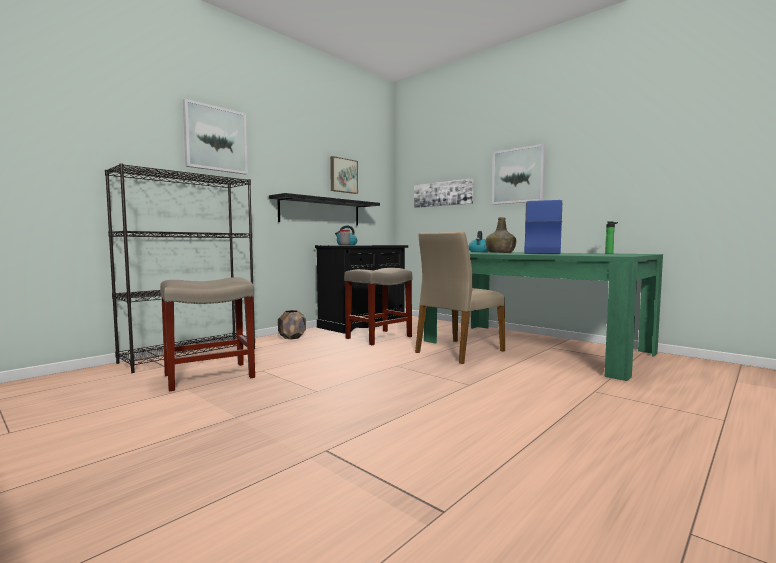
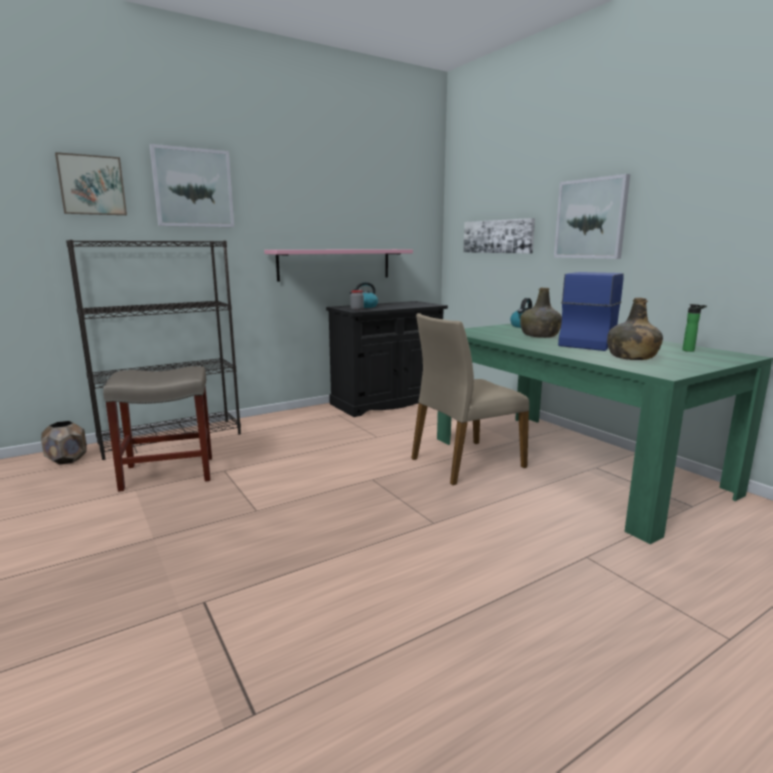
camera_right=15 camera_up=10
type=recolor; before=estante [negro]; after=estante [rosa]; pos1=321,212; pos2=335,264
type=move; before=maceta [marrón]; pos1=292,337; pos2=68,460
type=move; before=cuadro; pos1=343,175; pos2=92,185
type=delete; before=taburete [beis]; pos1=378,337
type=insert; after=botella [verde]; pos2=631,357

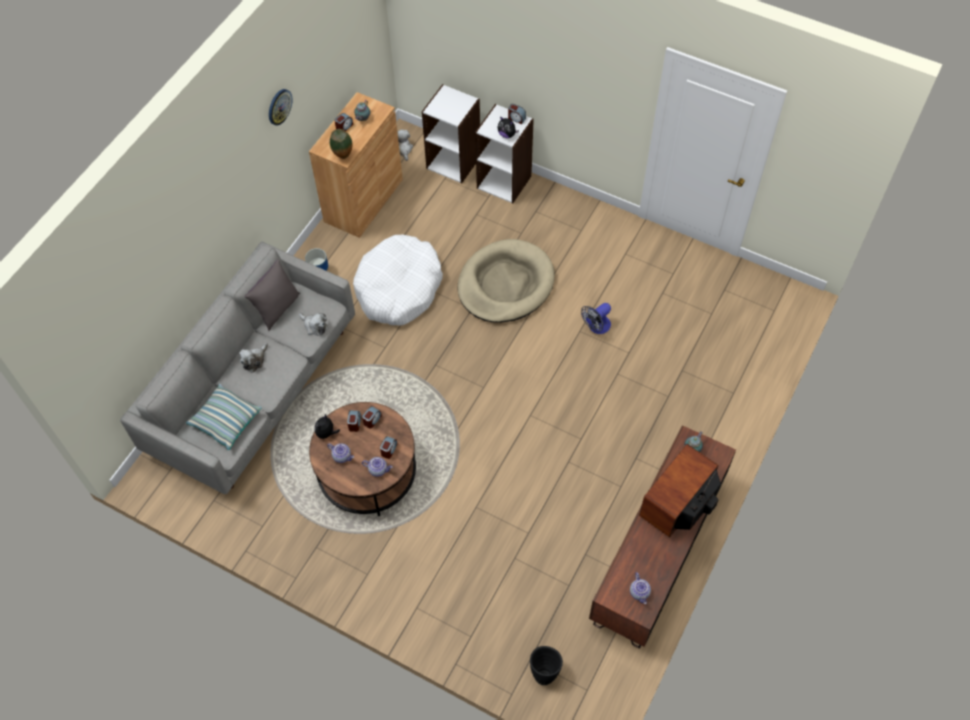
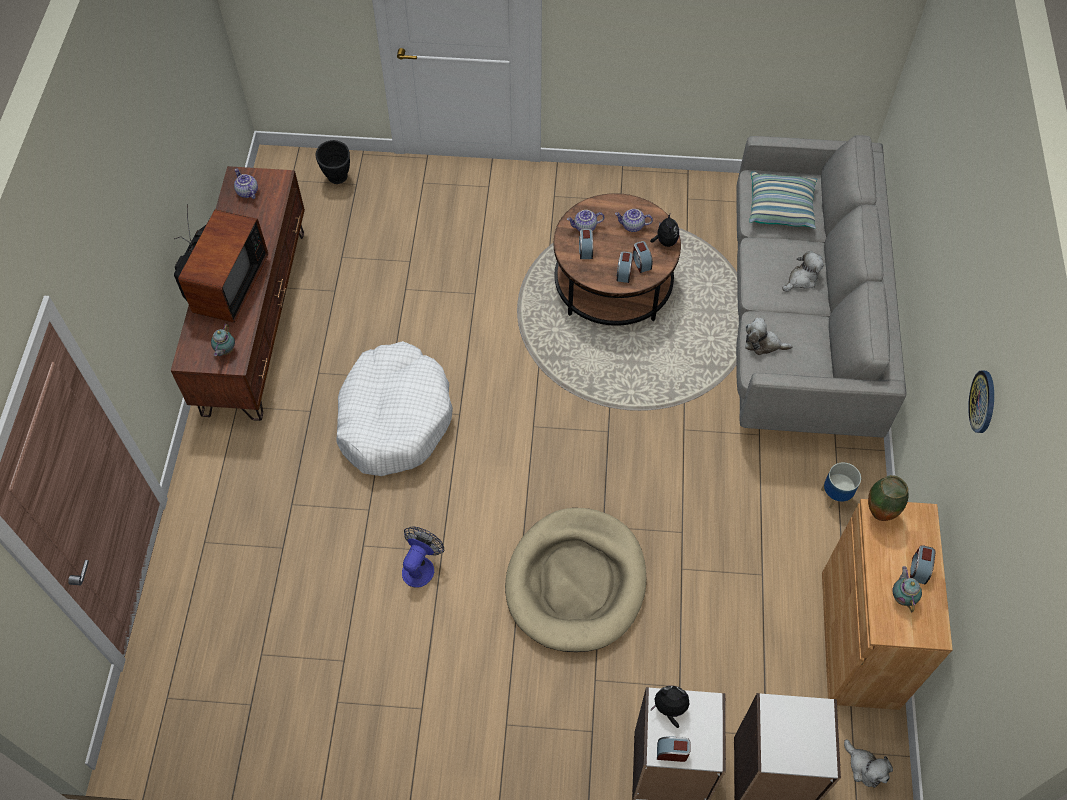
camera_right=155 camera_up=0
type=rotate; before=peluche; pos1=254,360; pos2=801,279; turn=45
type=delete; before=cojín [gris]; pos1=277,309
type=move; before=cama para perro [blanco]; pos1=398,288; pos2=394,418

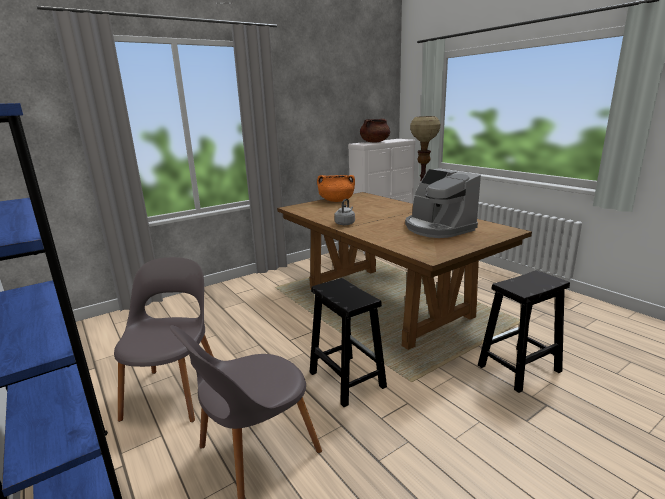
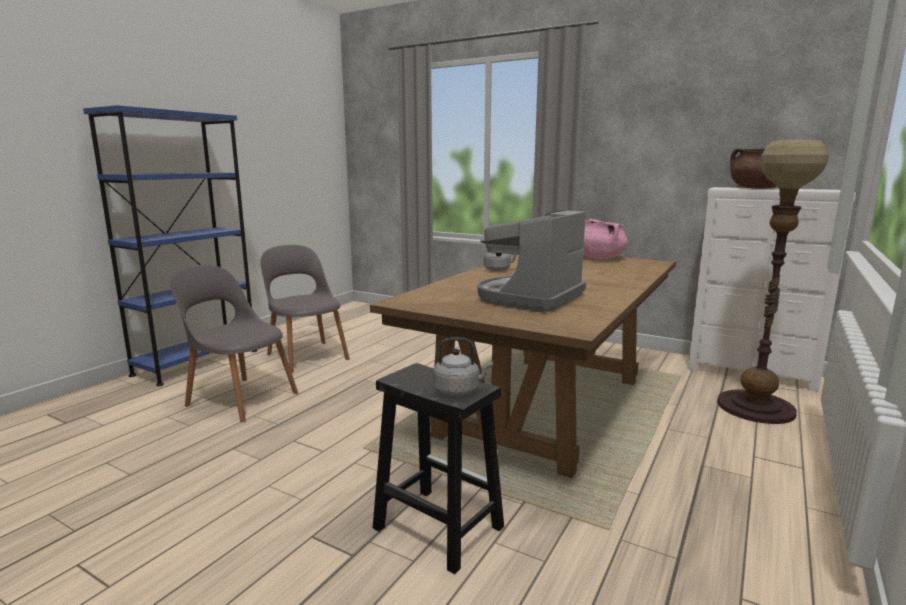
camera_right=65 camera_up=-5
type=rotate; before=silla [gris]; pos1=174,391; pos2=306,355; turn=-105
type=delete; before=taburete [negro]; pos1=346,379
type=recolor; before=olla [naranja]; after=olla [rosa]; pos1=336,201; pos2=599,258
type=insert; after=hervidor [gris]; pos2=459,390

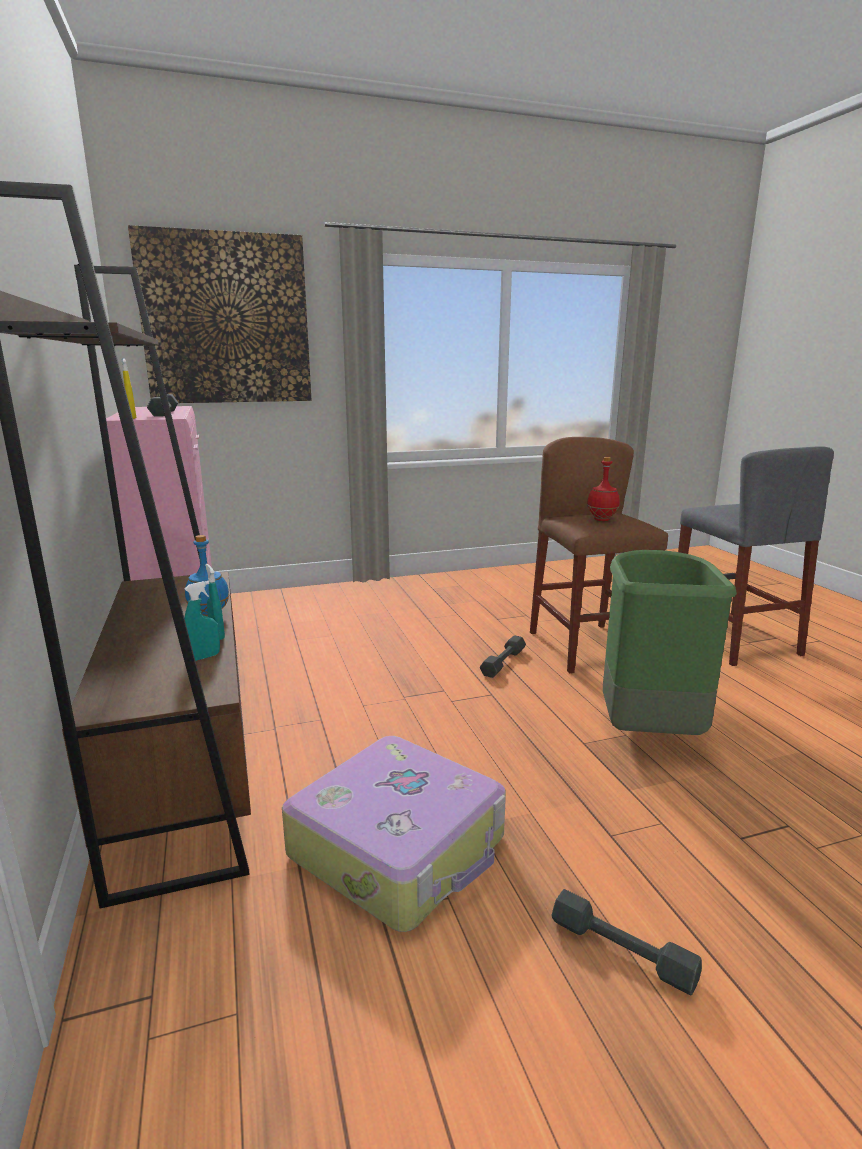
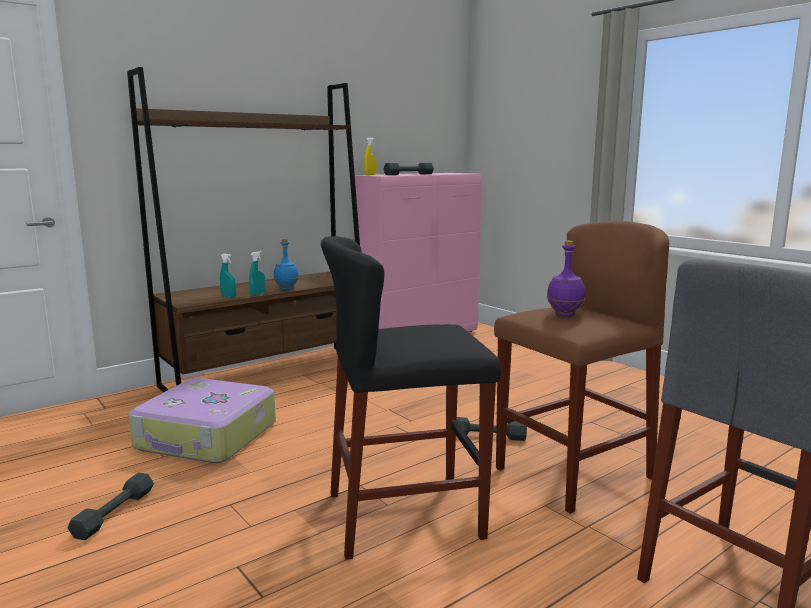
camera_right=70 camera_up=-5
type=delete; before=cuadro; pos1=226,319
type=recolor; before=botella [rojo]; after=botella [morado]; pos1=601,520; pos2=565,315
type=replace; before=papelera [verde]; after=taburete [negro]; pos1=646,729; pos2=404,515

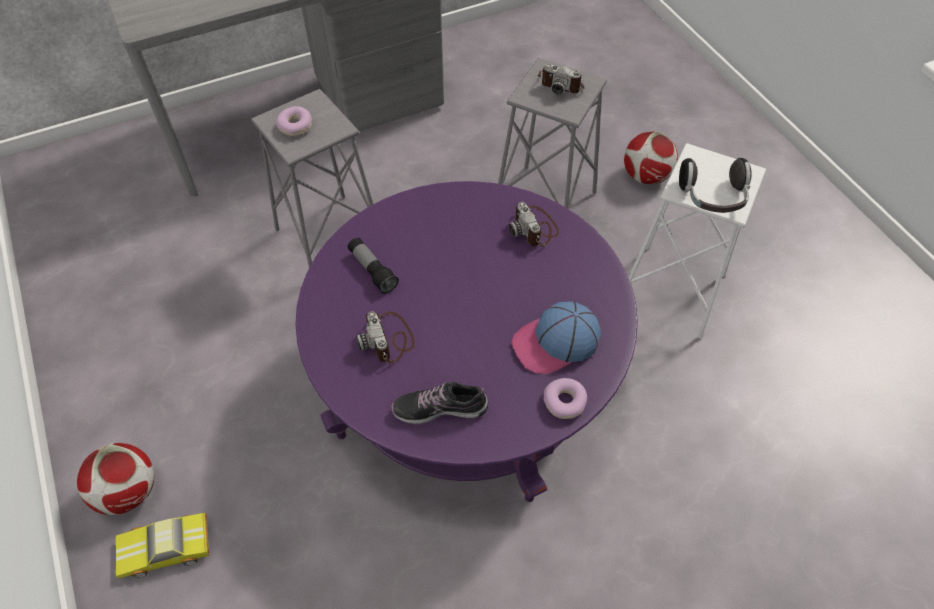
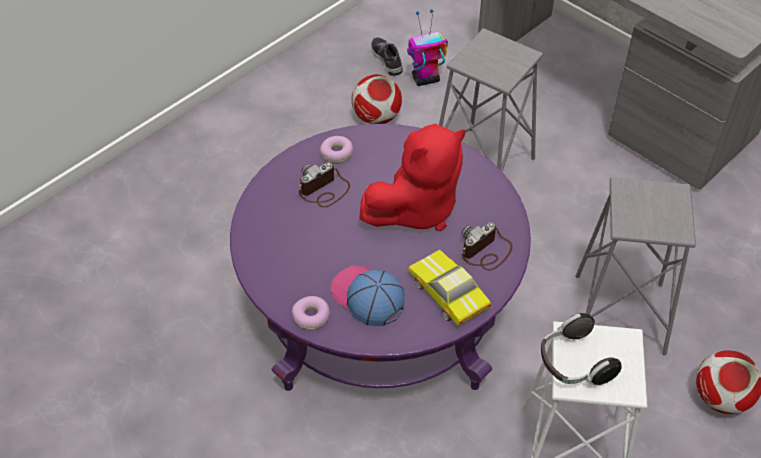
camera_right=70 camera_up=-5
type=move; before=balón de fútbol; pos1=129,491; pos2=376,118
type=move; before=coche de juguete; pos1=167,549; pos2=447,294
type=move; before=rosquilla; pos1=295,126; pos2=337,153
type=delete; before=linterna; pos1=372,270
type=move; before=zapato; pos1=440,408; pos2=387,60
type=delete; before=cámara; pos1=561,83
type=insert; after=peluche [rojo]; pos2=416,208
type=insert; after=robot de juguete; pos2=425,79

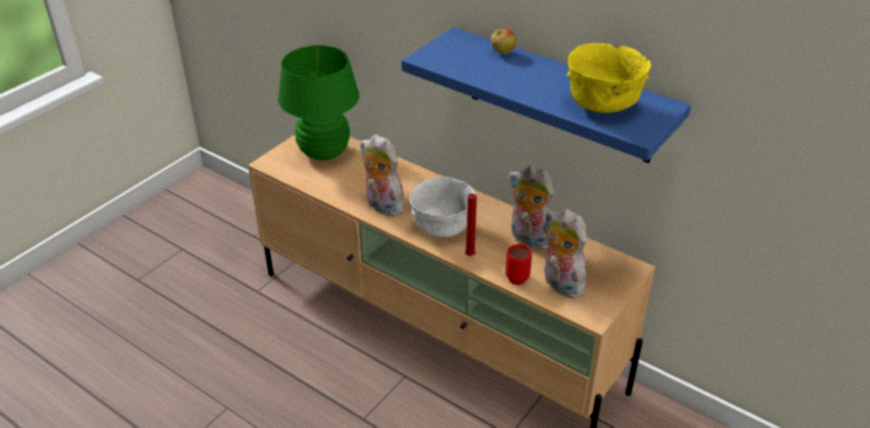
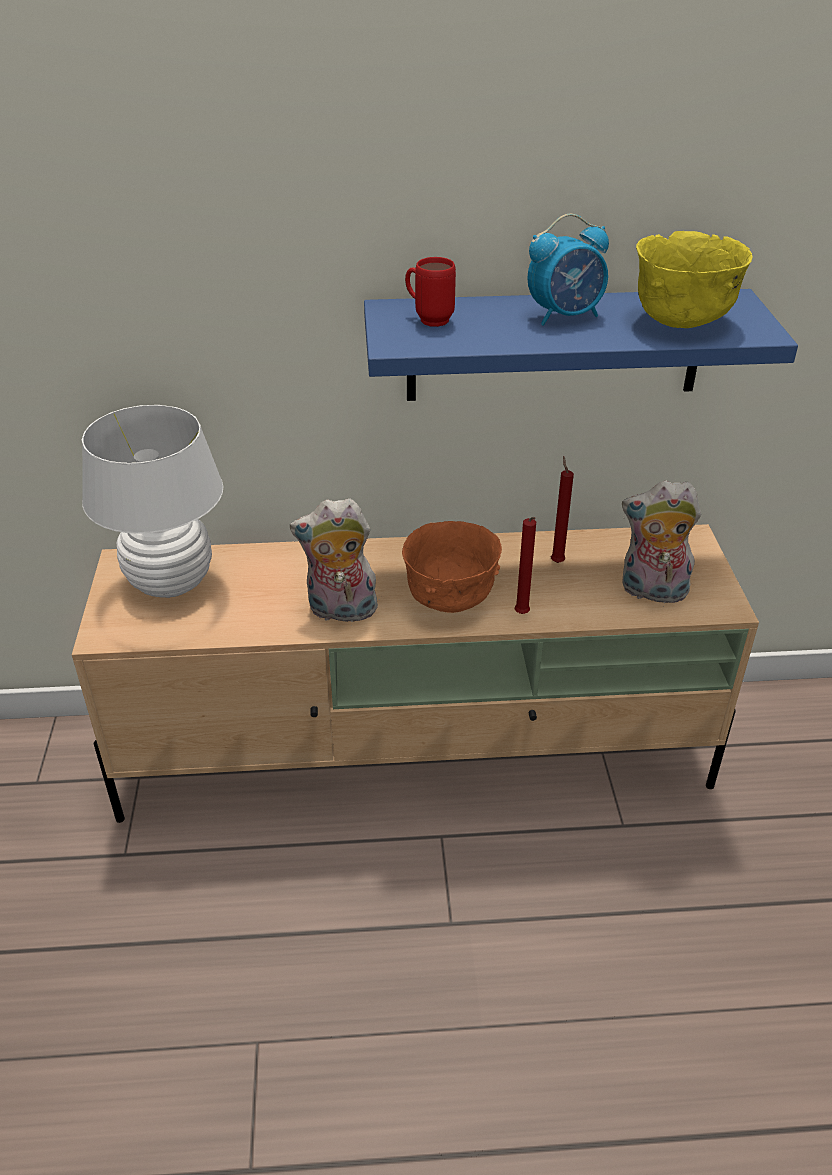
camera_right=-40 camera_up=0
type=recolor; before=lámpara de mesa [verde]; after=lámpara de mesa [blanco]; pos1=324,152; pos2=171,582
type=recolor; before=cuenco [blanco]; after=cuenco [naranja]; pos1=442,229; pos2=450,600
type=delete; before=manzana; pos1=502,53
type=move; before=taza grande [rojo]; pos1=515,276; pos2=428,319
type=replace; before=peluche; after=vela [rojo]; pos1=528,239; pos2=556,561
type=insert; after=despertador; pos2=565,316

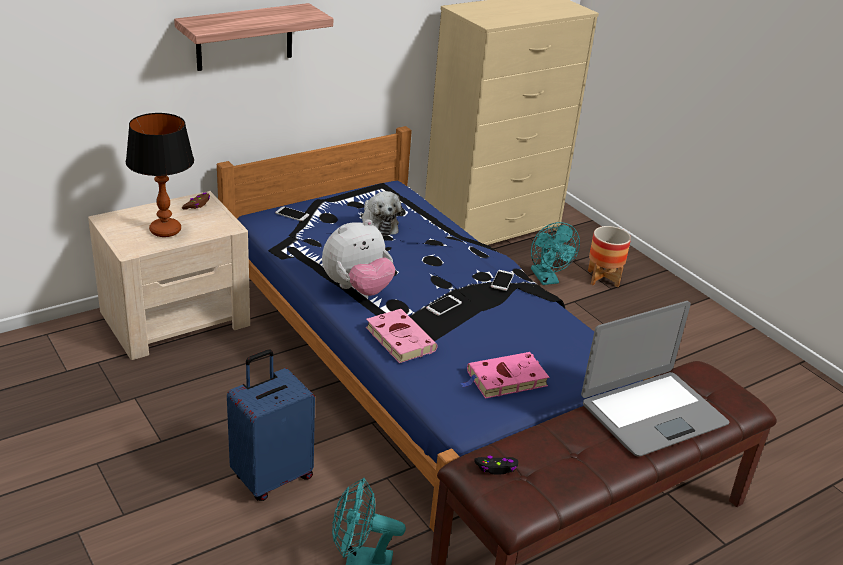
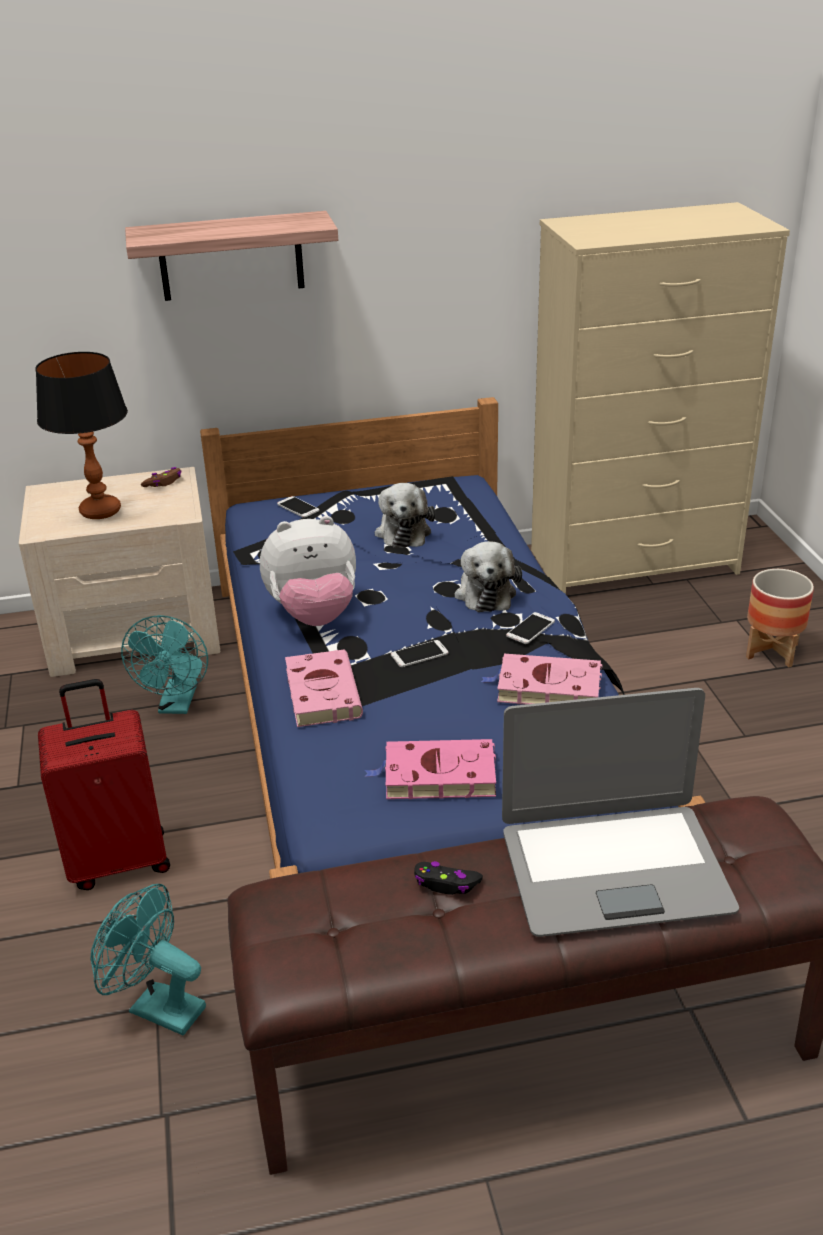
camera_right=25 camera_up=0
type=recolor; before=maleta [azul]; after=maleta [rojo]; pos1=271,477; pos2=119,860
type=move; before=mando de consola [negro]; pos1=496,468; pos2=446,883
type=move; before=ventilador [turquesa]; pos1=547,279; pos2=177,705
type=insert; after=peluche; pos2=485,592
type=insert; after=libro [rosa]; pos2=545,688

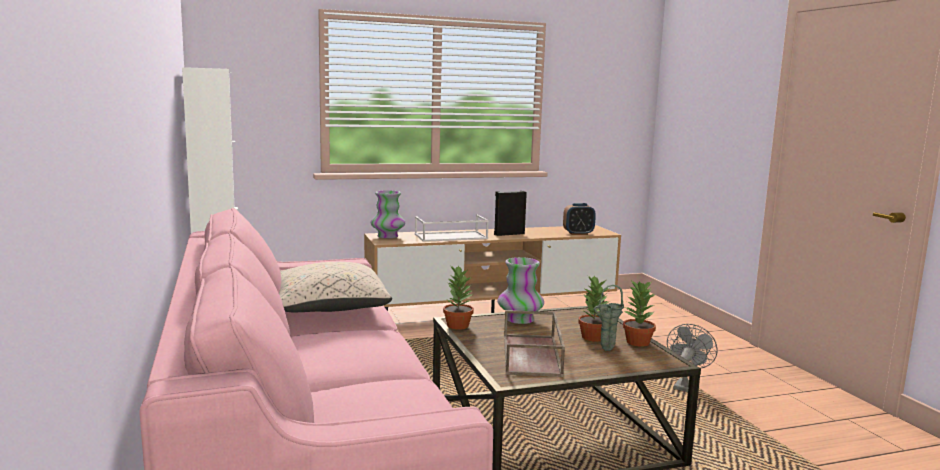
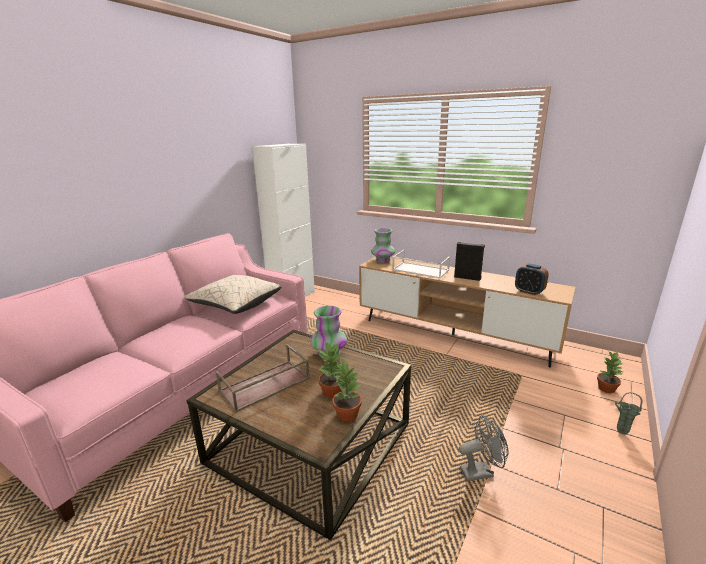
camera_right=50 camera_up=10
type=move; before=planta en maceta; pos1=457,325; pos2=606,388
type=move; before=florero [verde]; pos1=605,350; pos2=620,432

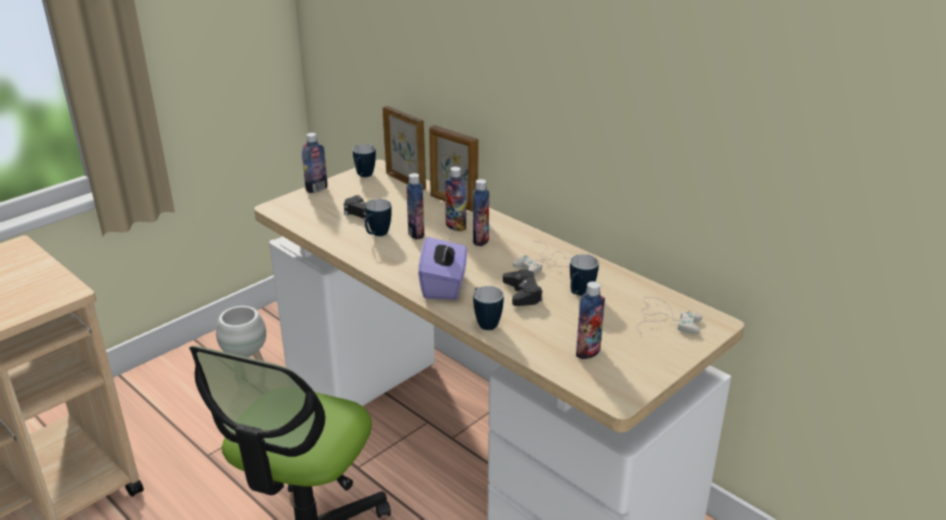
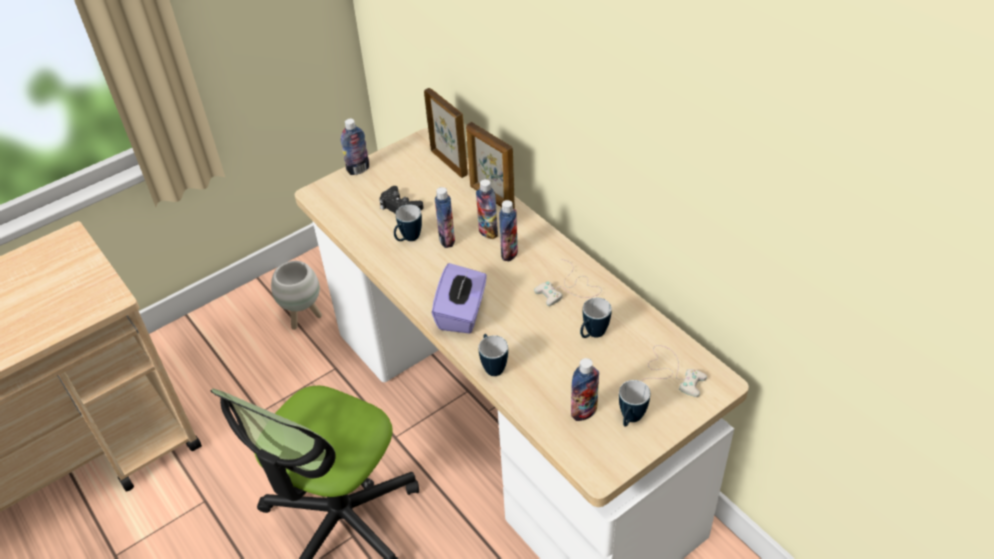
camera_right=10 camera_up=15
type=move; before=taza grande; pos1=363,176; pos2=630,420
type=delete; before=mando de consola [negro]; pos1=522,293

